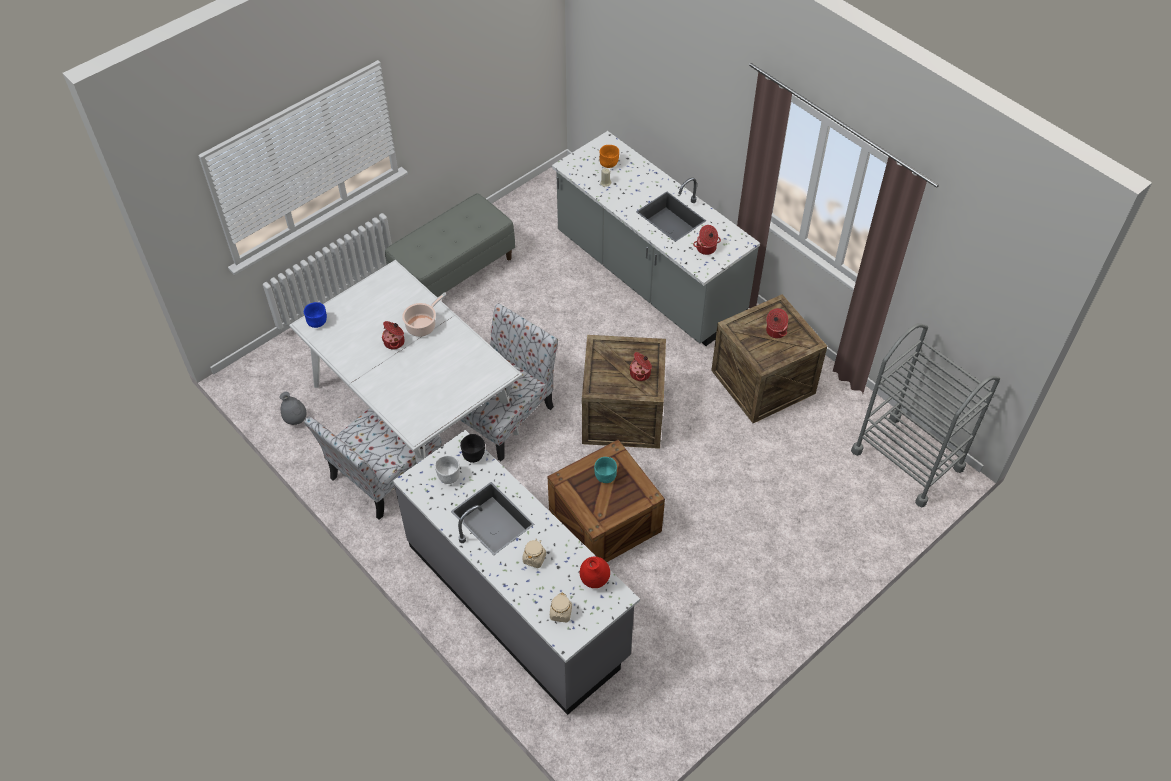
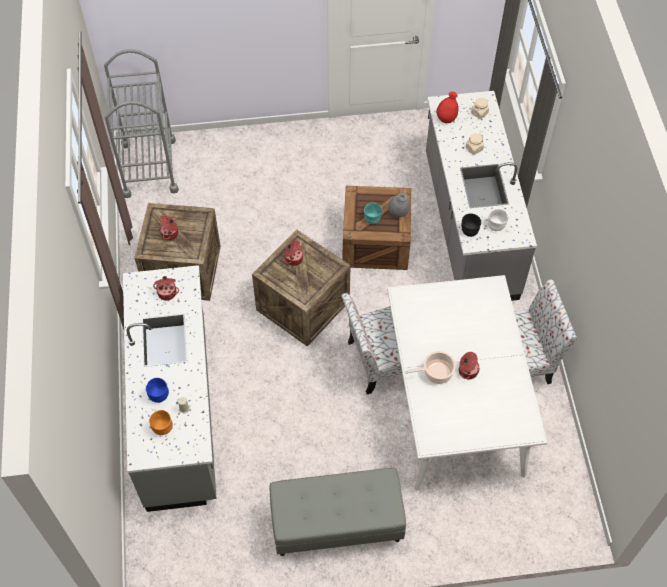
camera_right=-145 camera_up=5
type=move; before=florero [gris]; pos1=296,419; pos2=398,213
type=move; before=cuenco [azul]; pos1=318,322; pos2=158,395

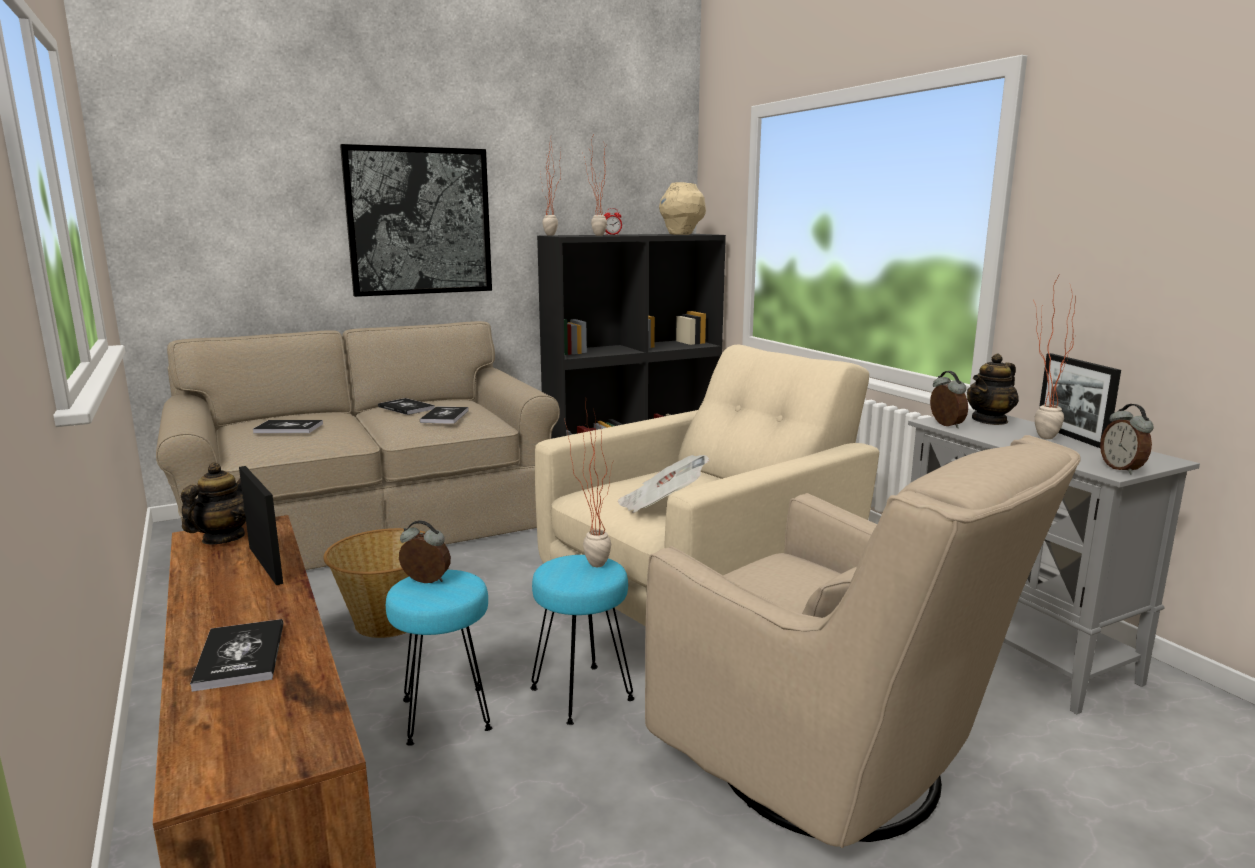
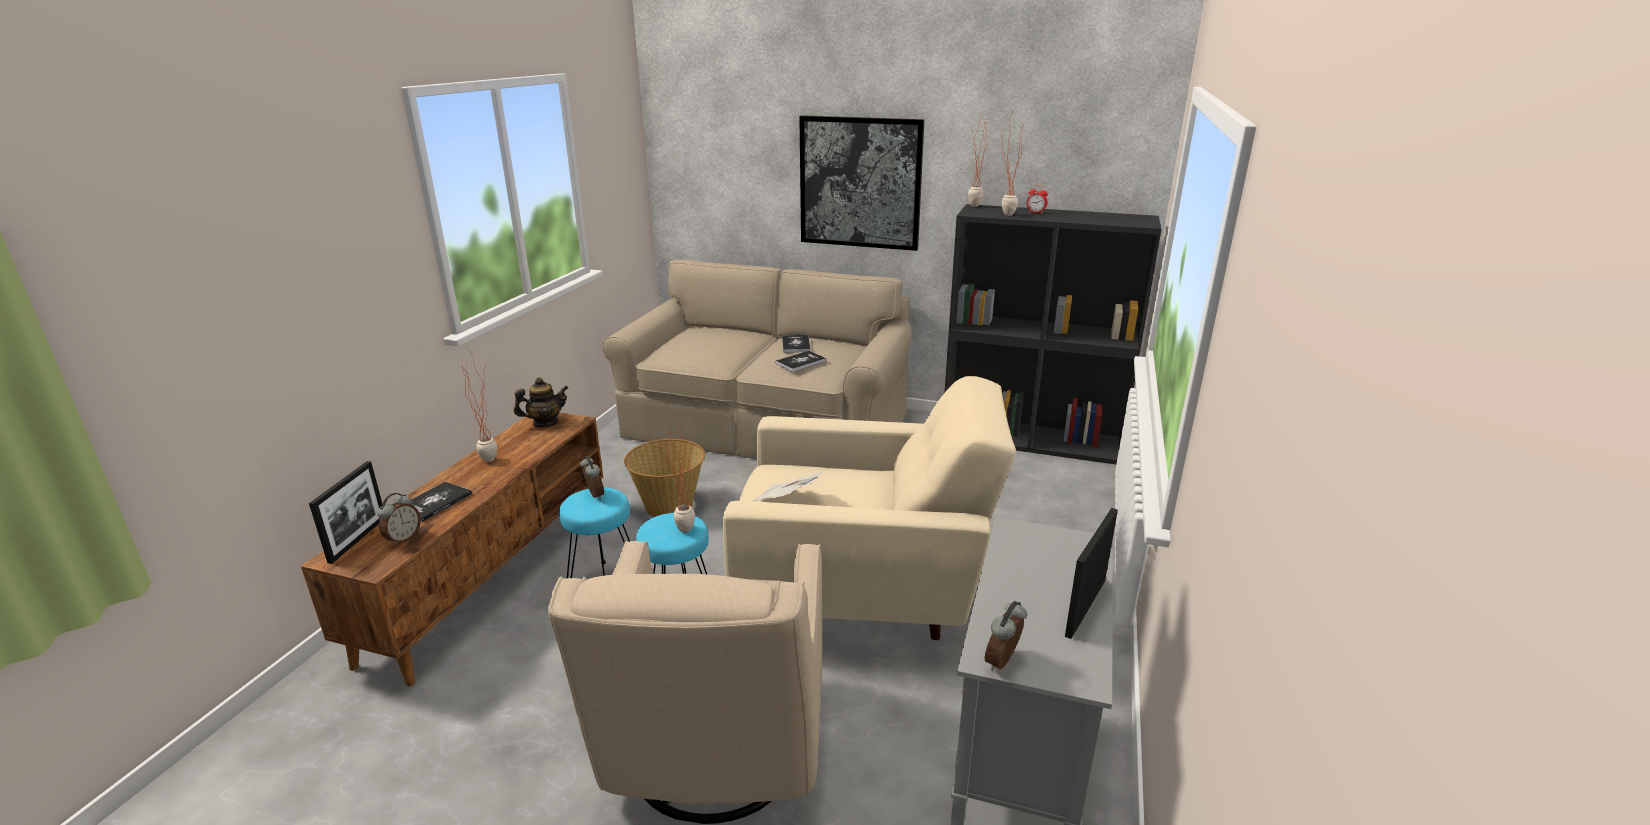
camera_right=45 camera_up=10
type=move; before=portarretratos; pos1=265,565; pos2=358,539
type=delete; before=libro; pos1=288,428
type=delete; before=florero [beis]; pos1=681,234
type=move; before=despertador; pos1=945,425; pos2=403,538
type=delete; before=tetera; pos1=990,420
type=move; before=planta en maceta; pos1=1037,436; pos2=491,457

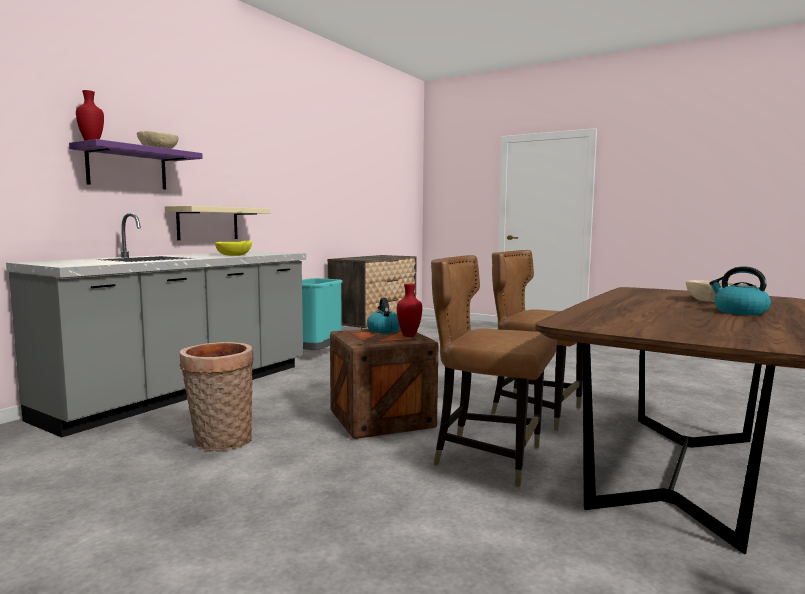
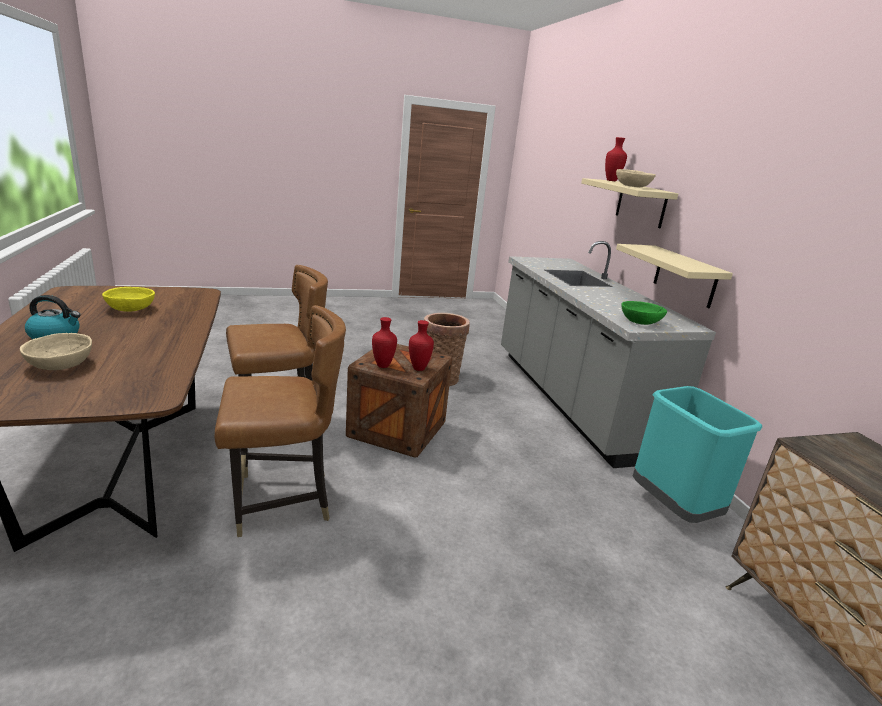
camera_right=130 camera_up=15
type=recolor; before=estante [morado]; after=estante [beis]; pos1=127,168; pos2=641,204
type=move; before=cuenco [amarillo]; pos1=234,255; pos2=130,309
type=replace; before=hervidor; after=florero [rojo]; pos1=383,330; pos2=418,368
type=insert; after=cuenco [verde]; pos2=640,322

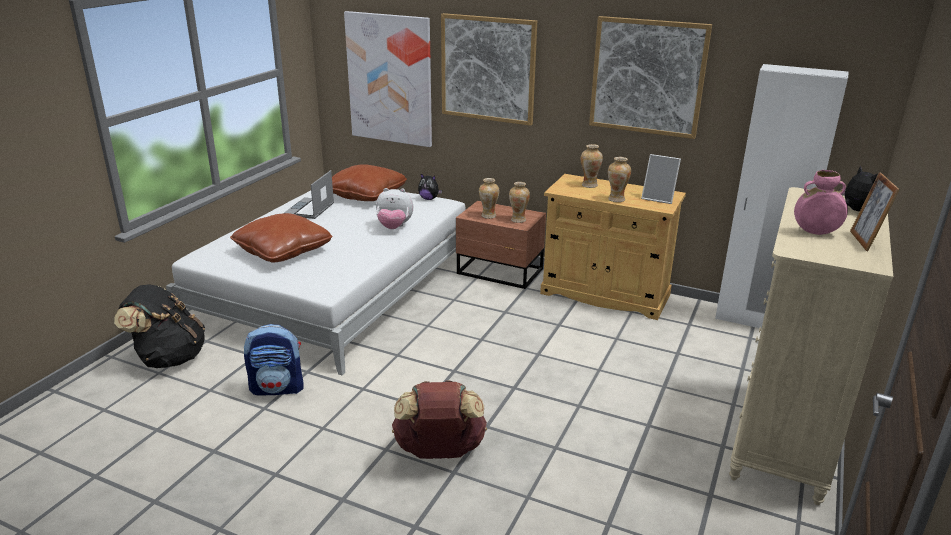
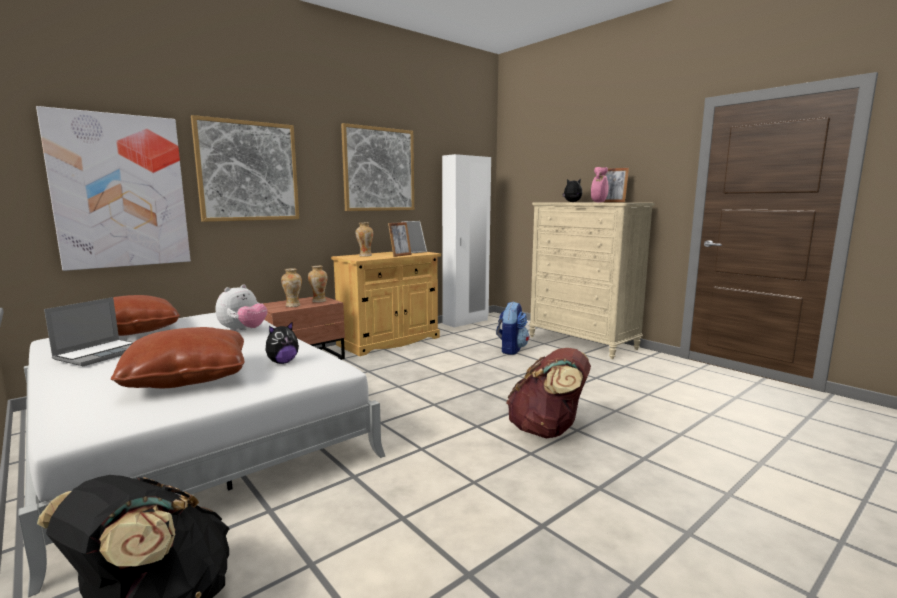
camera_right=-65 camera_up=-15
type=move; before=mochila; pos1=278,388; pos2=511,349
type=rotate; before=portátil; pos1=310,210; pos2=101,354; turn=-105
type=move; before=peluche; pos1=429,199; pos2=282,362
type=replace; before=florero; after=portarretratos; pos1=616,199; pos2=400,255

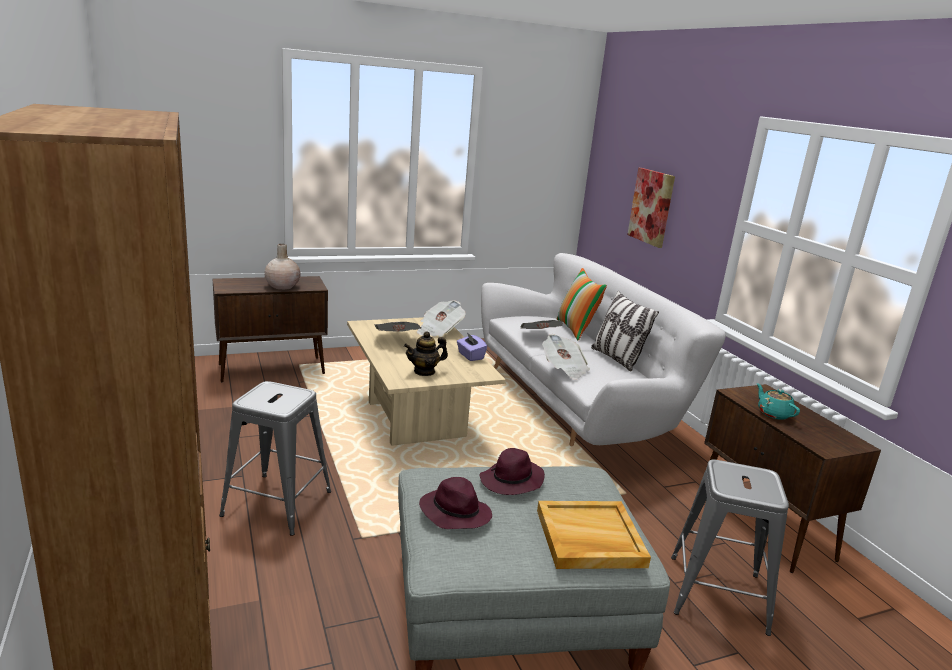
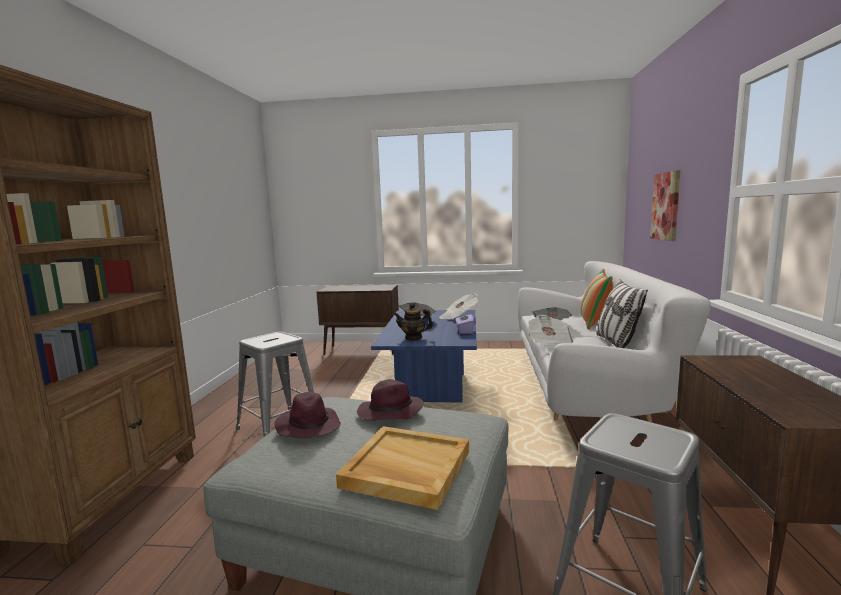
camera_right=30 camera_up=-10
type=delete; before=florero [beis]; pos1=282,286
type=recolor; before=mesa de centro [beis]; after=mesa de centro [azul]; pos1=415,419; pos2=432,387
type=delete; before=tetera [turquesa]; pos1=773,413

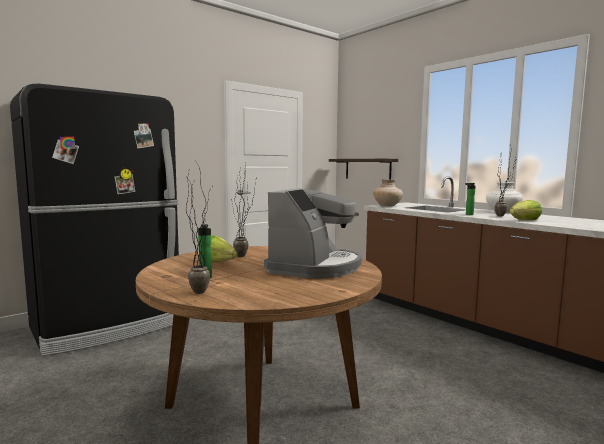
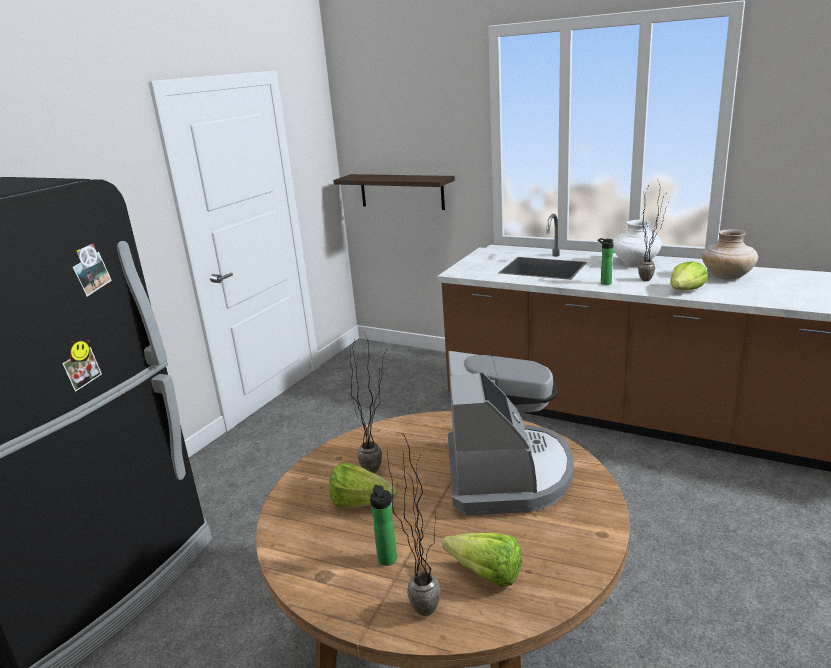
camera_right=-20 camera_up=15
type=move; before=florero [beis]; pos1=387,206; pos2=727,277
type=insert; after=lechuga; pos2=481,571

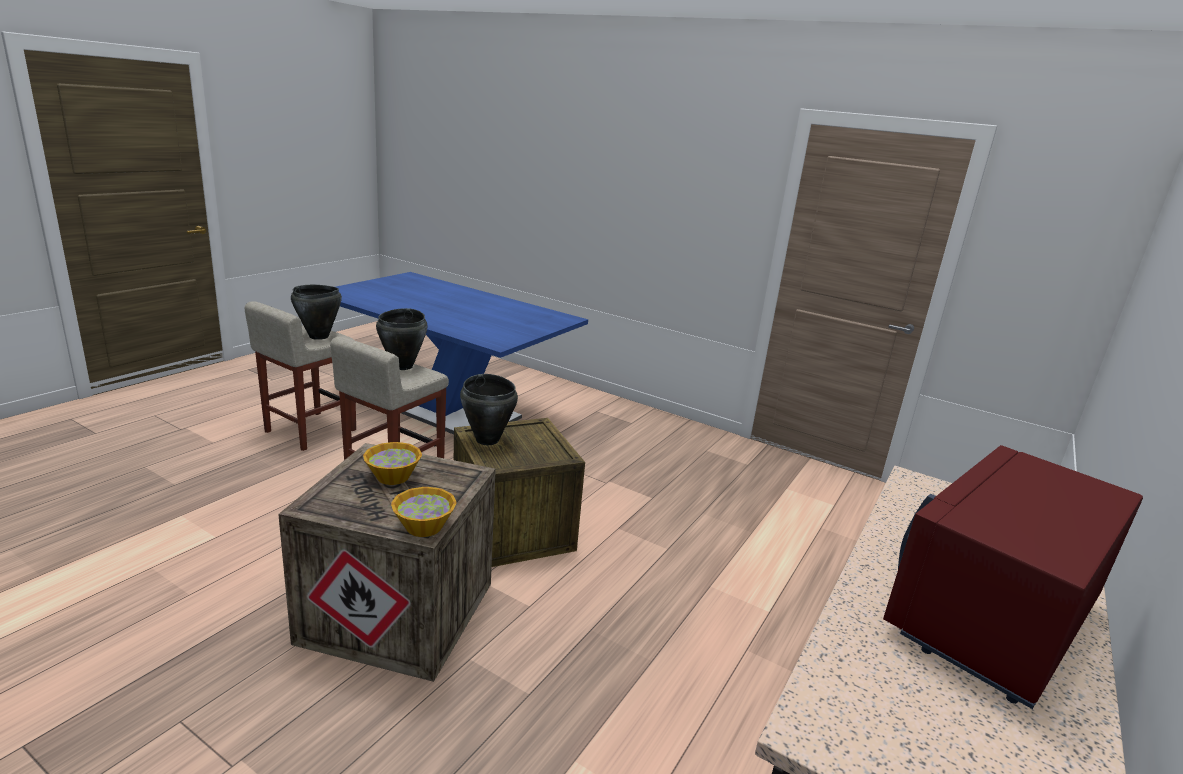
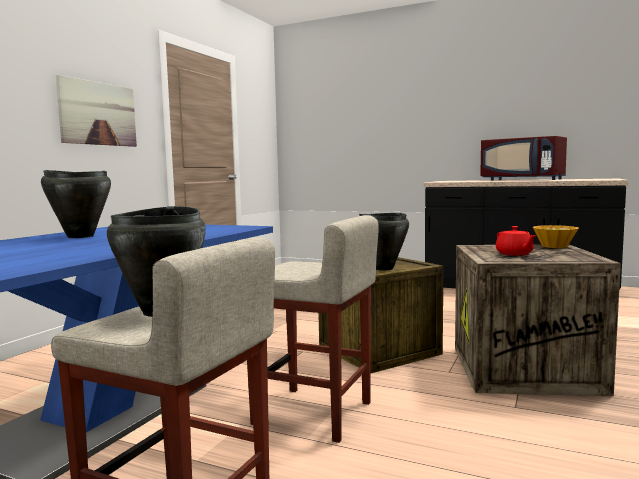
camera_right=-95 camera_up=-15
type=replace; before=cuenco; after=tetera [rojo]; pos1=393,477; pos2=514,254
type=move; before=olla [negro]; pos1=403,366; pos2=80,236
type=insert; after=cuadro; pos2=98,113

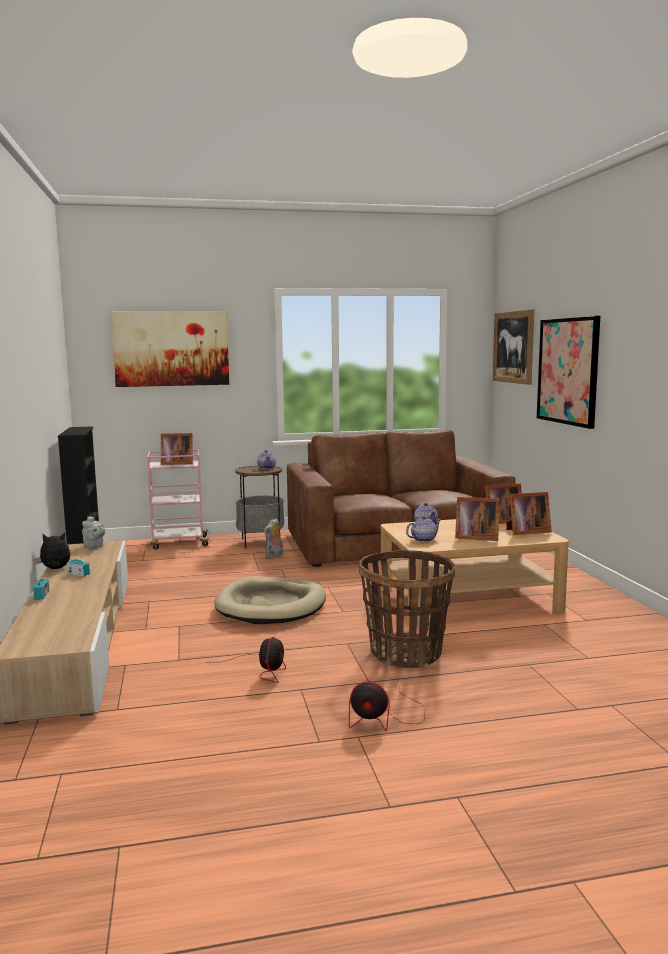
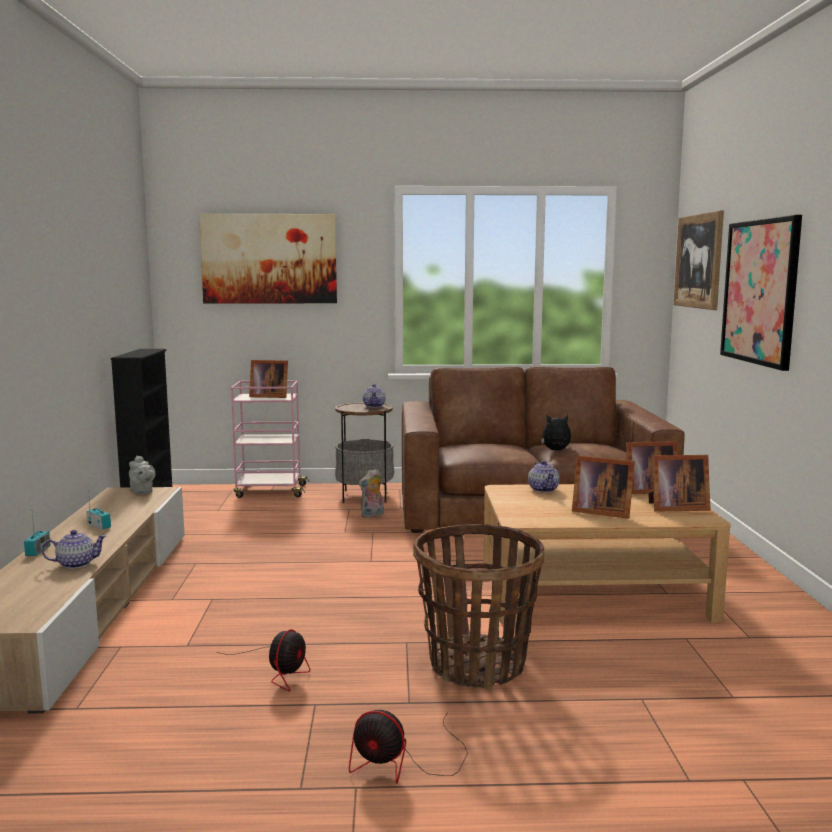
camera_right=10 camera_up=0
type=move; before=peluche; pos1=55,569; pos2=556,450
type=delete; before=cama para perro [beis]; pos1=271,605
type=move; before=tetera; pos1=423,540; pos2=76,564

